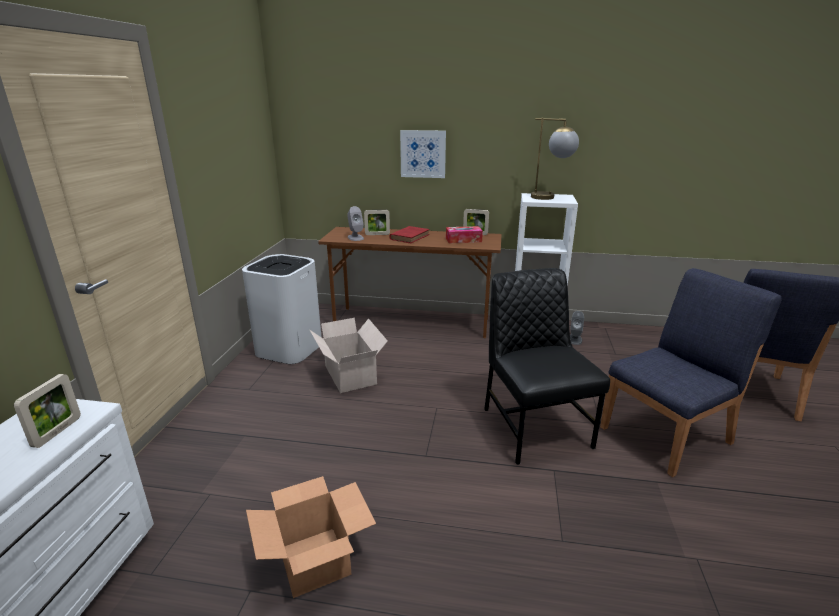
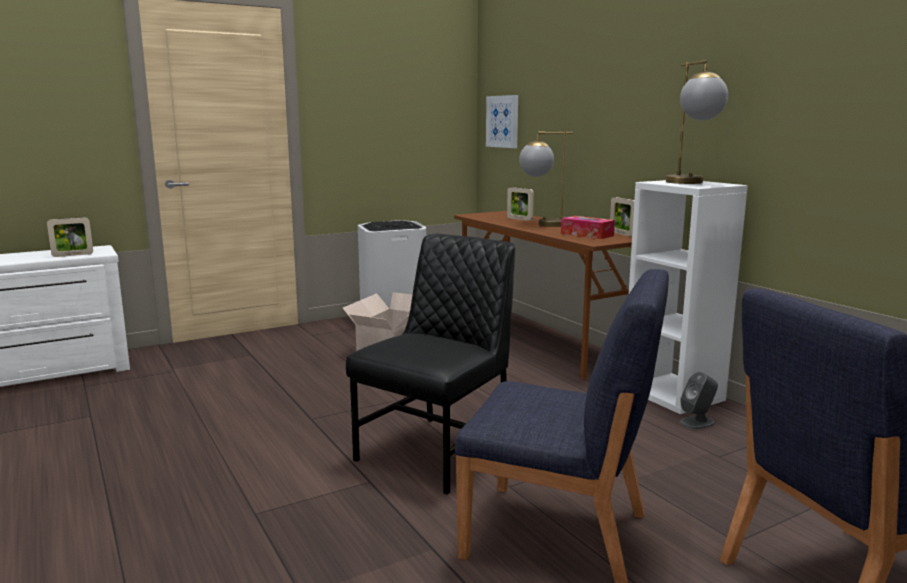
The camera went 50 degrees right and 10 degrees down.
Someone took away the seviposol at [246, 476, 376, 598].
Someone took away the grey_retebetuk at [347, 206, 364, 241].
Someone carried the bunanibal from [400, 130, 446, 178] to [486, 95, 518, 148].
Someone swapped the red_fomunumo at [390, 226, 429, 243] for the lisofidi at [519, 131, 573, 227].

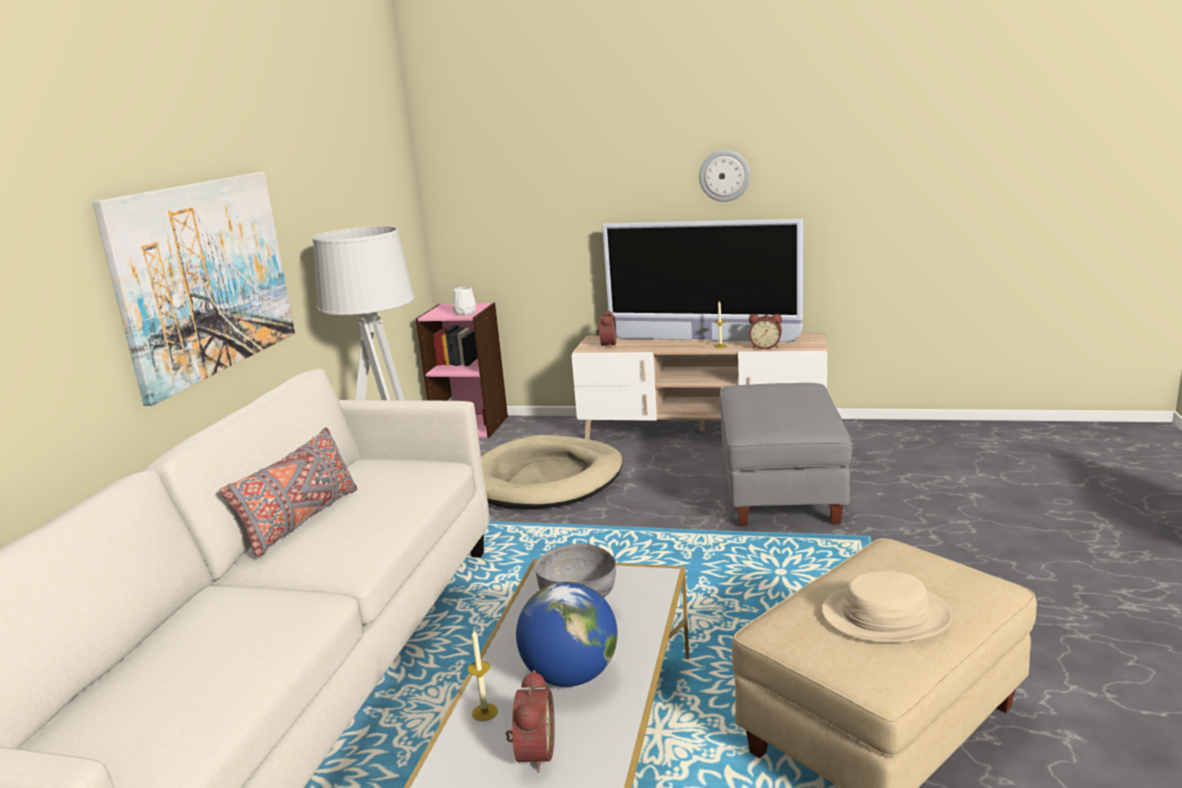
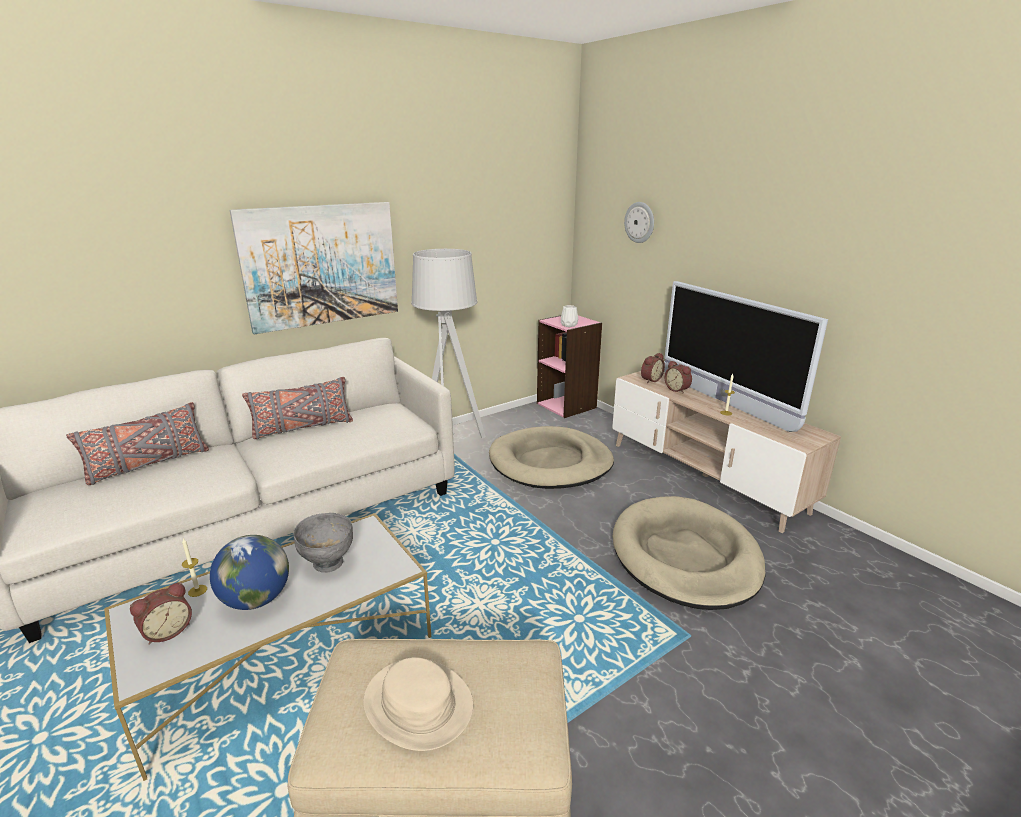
The camera went 40 degrees right and 5 degrees up.
Someone put down the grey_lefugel at [66, 402, 209, 485].
Someone carried the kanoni from [699, 150, 750, 202] to [624, 202, 654, 243].
Someone carried the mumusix from [749, 314, 782, 349] to [665, 361, 692, 394].
Someone swapped the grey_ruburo at [720, 383, 852, 527] for the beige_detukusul at [613, 496, 765, 610].

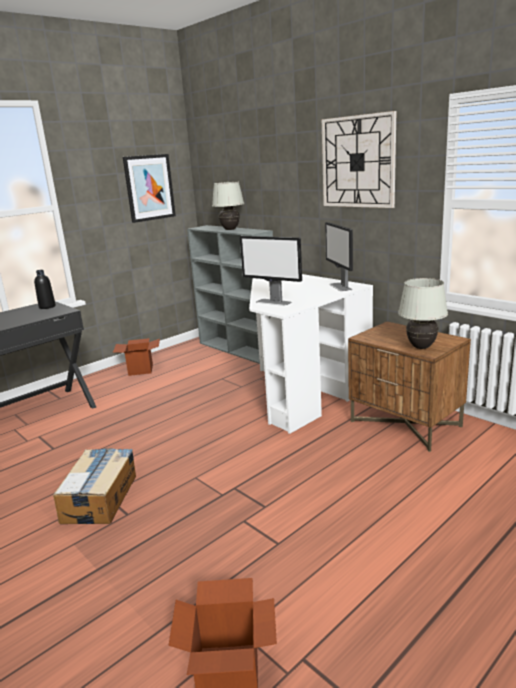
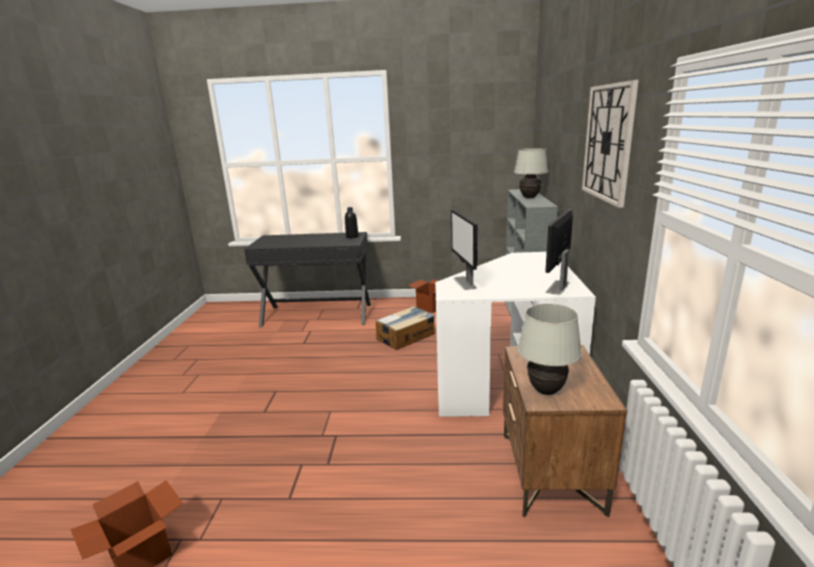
The camera went 45 degrees right and 0 degrees up.
Someone took away the bunanibal at [123, 154, 176, 223].
Someone carried the seviposol from [53, 448, 136, 524] to [376, 306, 435, 350].

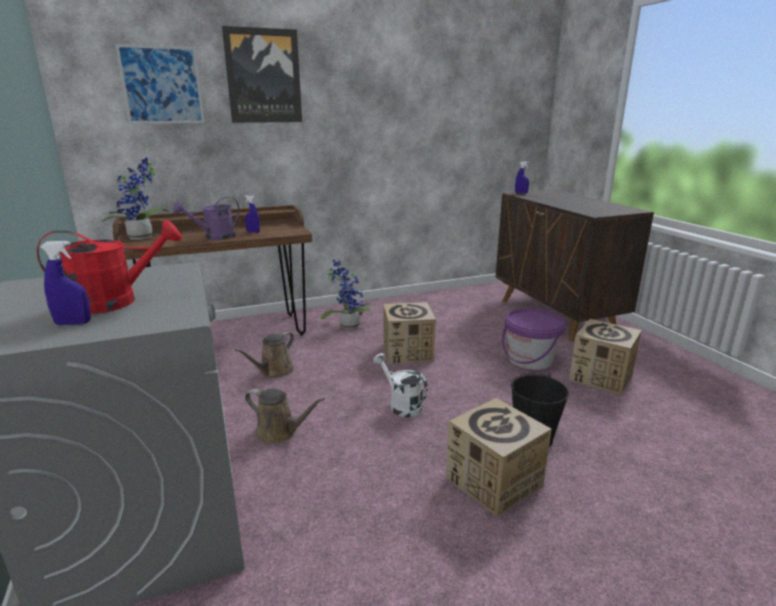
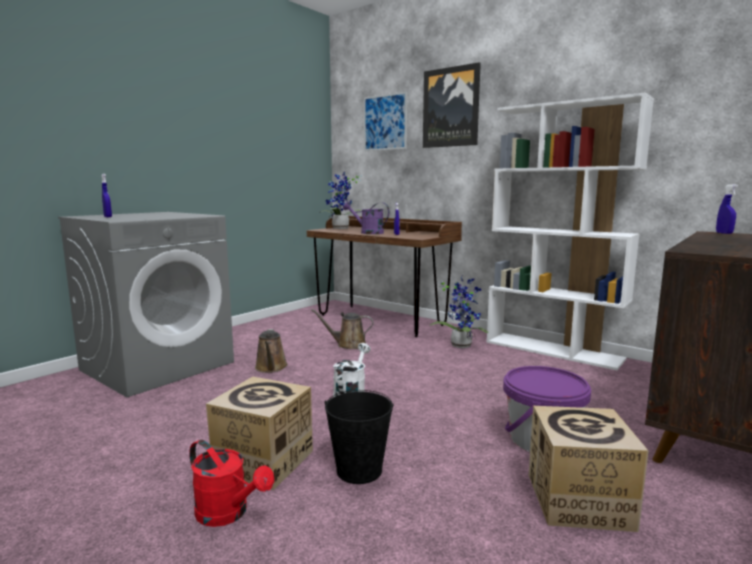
The camera went 60 degrees right and 10 degrees down.
Someone took away the seviposol at [383, 302, 436, 364].
Someone put down the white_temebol at [487, 92, 654, 371].
Someone carried the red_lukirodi from [37, 220, 182, 314] to [189, 440, 274, 527].

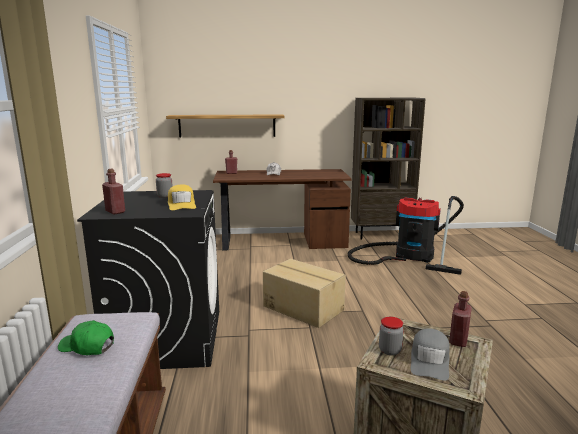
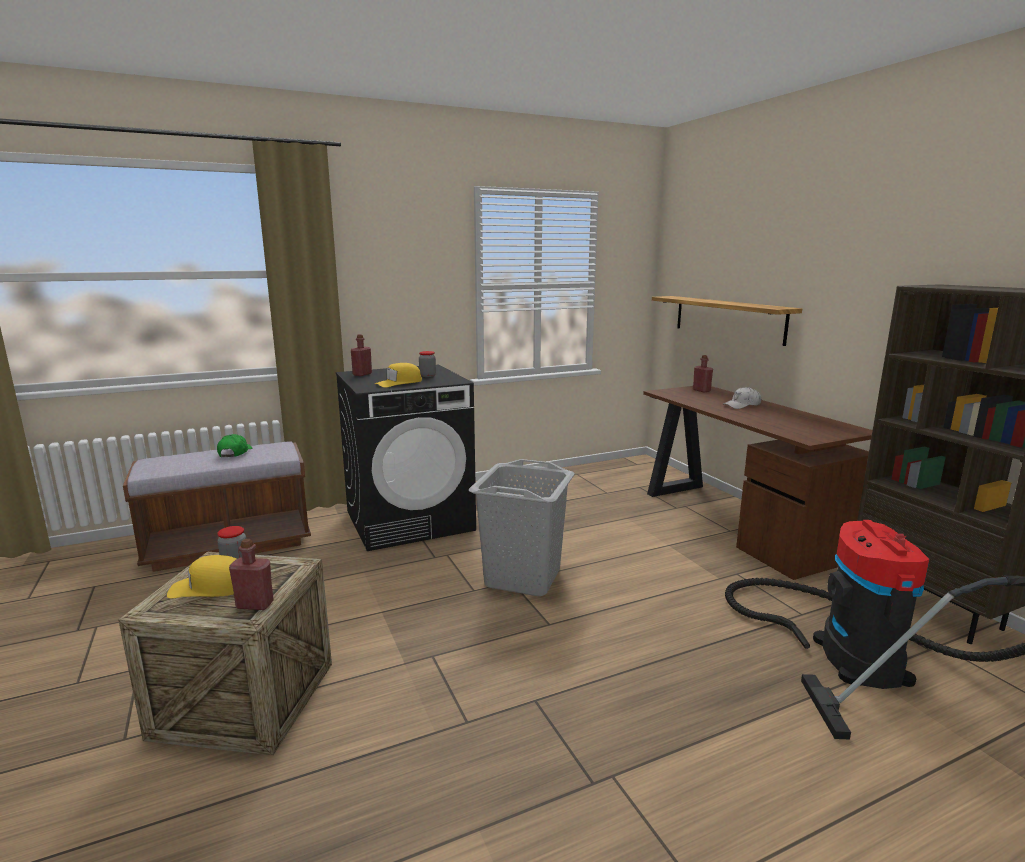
The camera went 70 degrees right and 0 degrees up.
Someone swapped the seviposol at [263, 259, 346, 328] for the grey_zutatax at [469, 459, 575, 596].
Someone repainted the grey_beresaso at [411, 328, 450, 380], which became the yellow_beresaso at [167, 555, 237, 598].

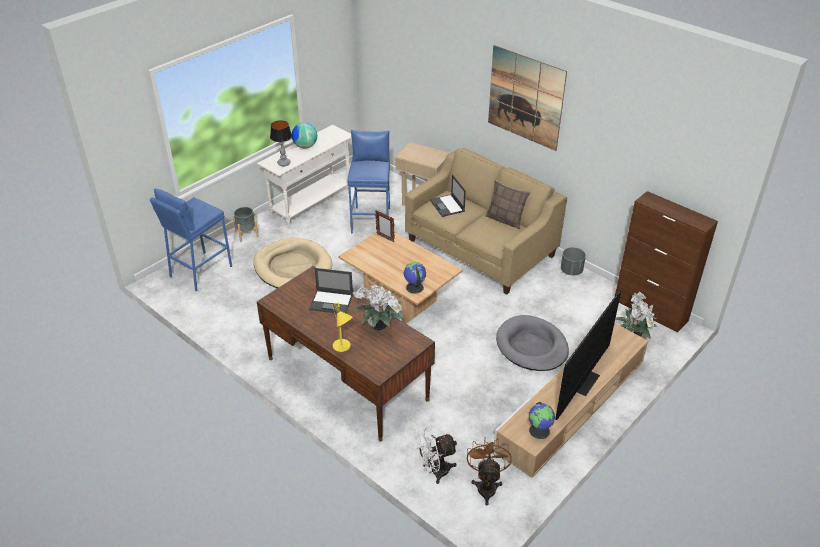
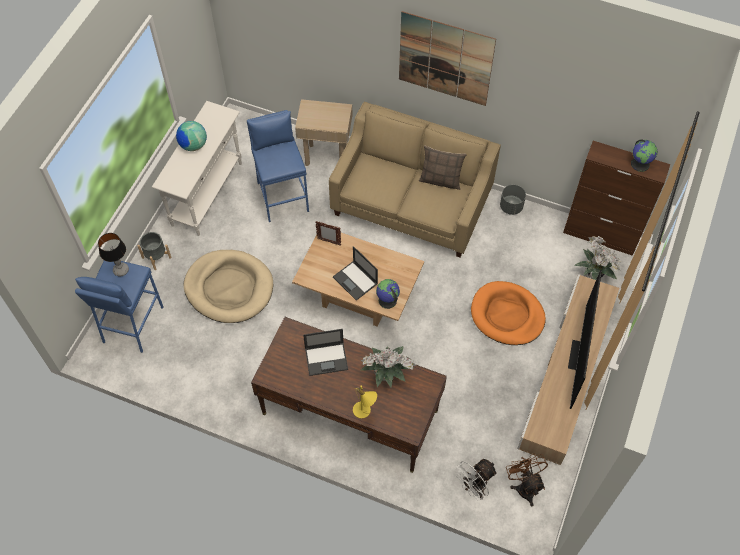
The camera went 20 degrees left and 20 degrees up.
Someone carried the lisofidi from [270, 120, 292, 167] to [98, 233, 129, 277].
Someone carried the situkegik from [430, 175, 466, 217] to [333, 246, 378, 301].
Someone carried the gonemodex from [528, 402, 555, 439] to [631, 139, 658, 172].
Someone repainted the grey_detukusul at [496, 315, 569, 371], which became the orange_detukusul at [471, 281, 546, 345].

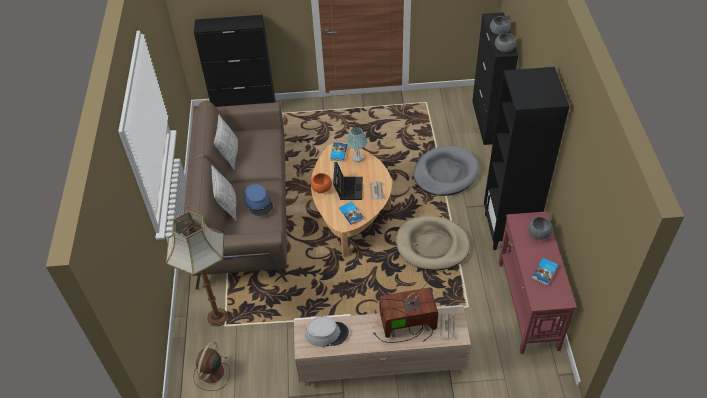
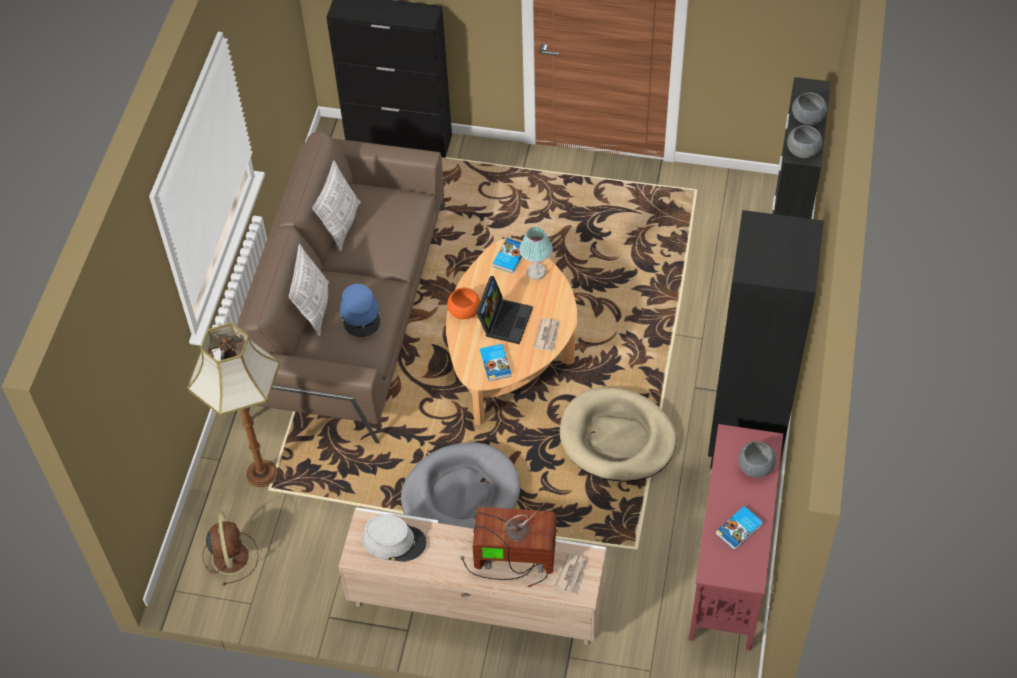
The camera went 15 degrees right and 5 degrees up.
Someone carried the grey_detukusul from [413, 146, 479, 196] to [401, 442, 520, 529].
Someone rotated the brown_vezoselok at [193, 342, 230, 391] by 135 degrees clockwise.

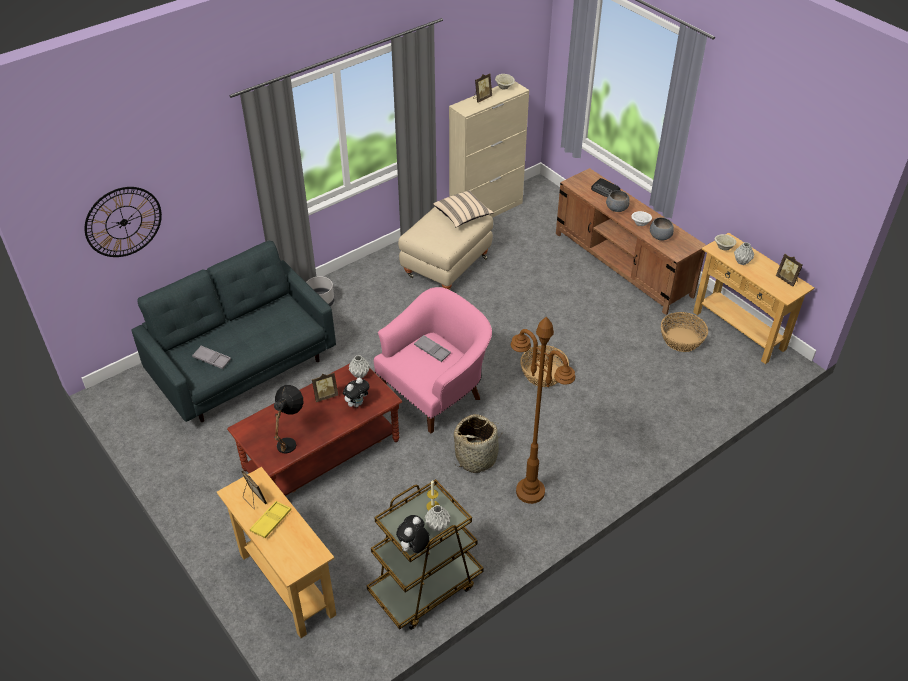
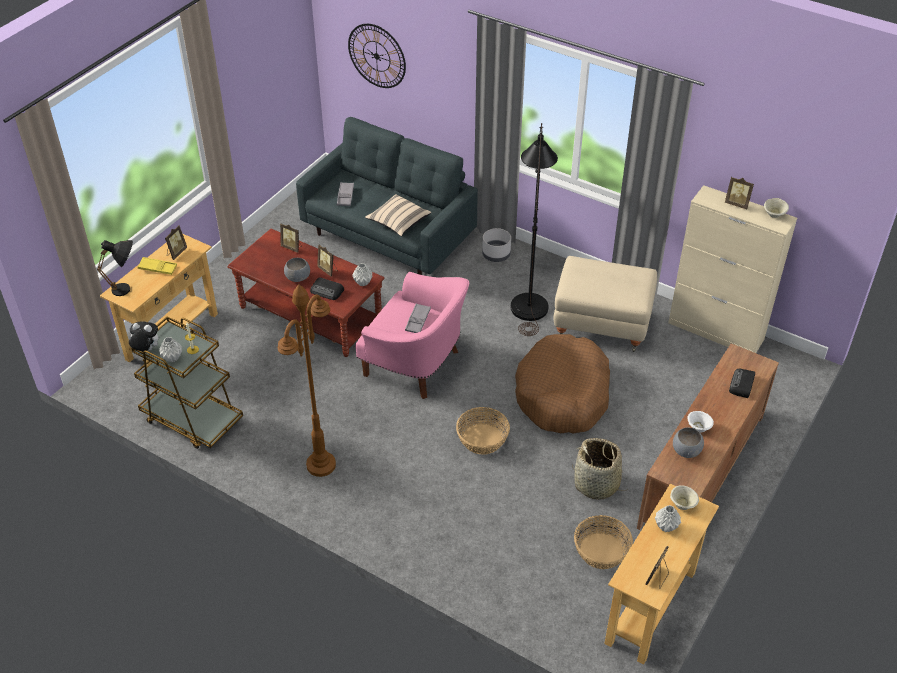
The camera went 70 degrees right and 0 degrees up.
Someone put down the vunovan at [280, 224, 302, 253].
Someone put down the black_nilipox at [511, 123, 558, 336].
Someone put down the brown_detukusul at [515, 334, 610, 434].
Someone carried the black_lisofidi from [274, 385, 303, 453] to [97, 240, 133, 296].
Someone carried the beige_lefugel from [433, 190, 494, 227] to [365, 194, 431, 236].
Someone carried the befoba from [454, 414, 503, 473] to [572, 438, 626, 500].
Someone carried the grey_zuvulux from [606, 191, 630, 212] to [284, 258, 310, 282].
Someone swapped the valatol at [343, 377, 369, 407] for the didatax at [310, 277, 344, 300].

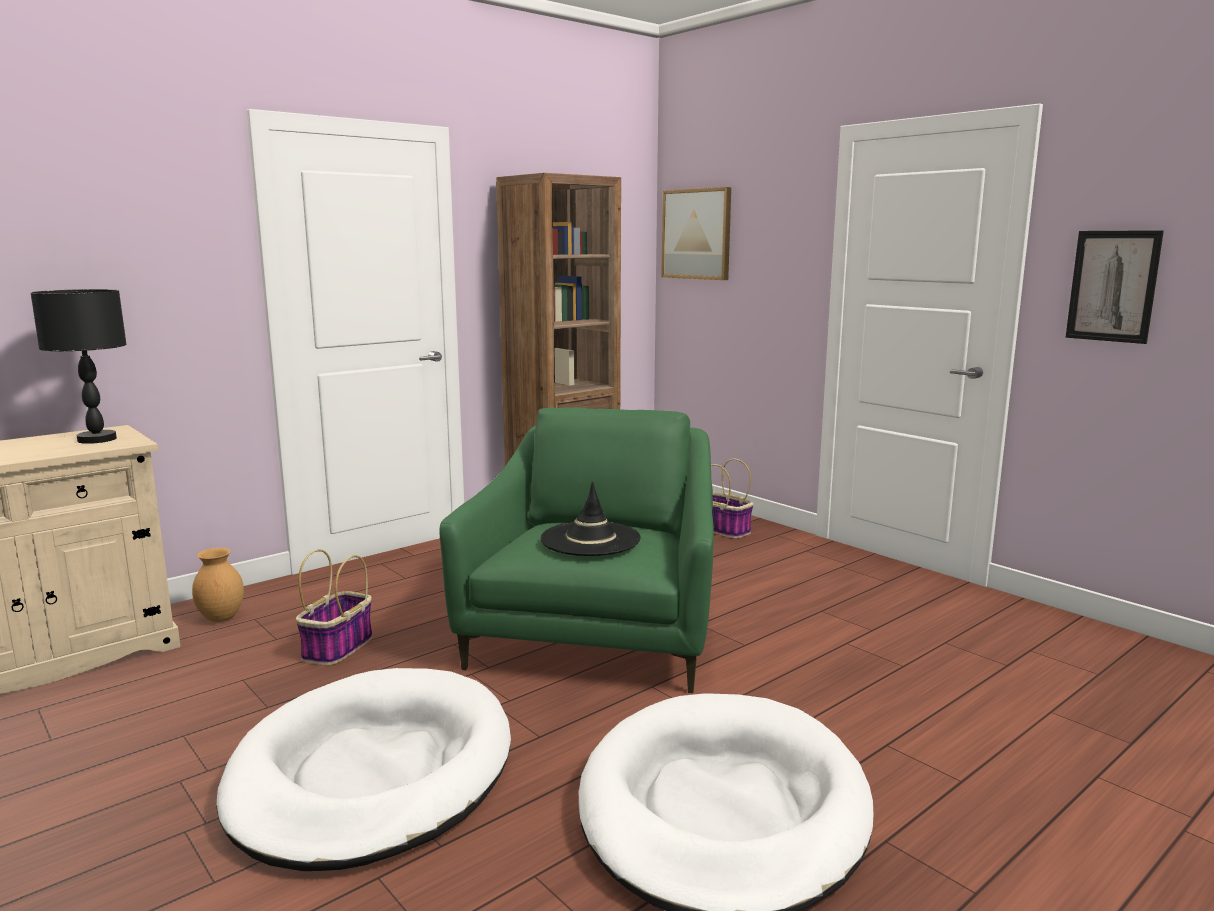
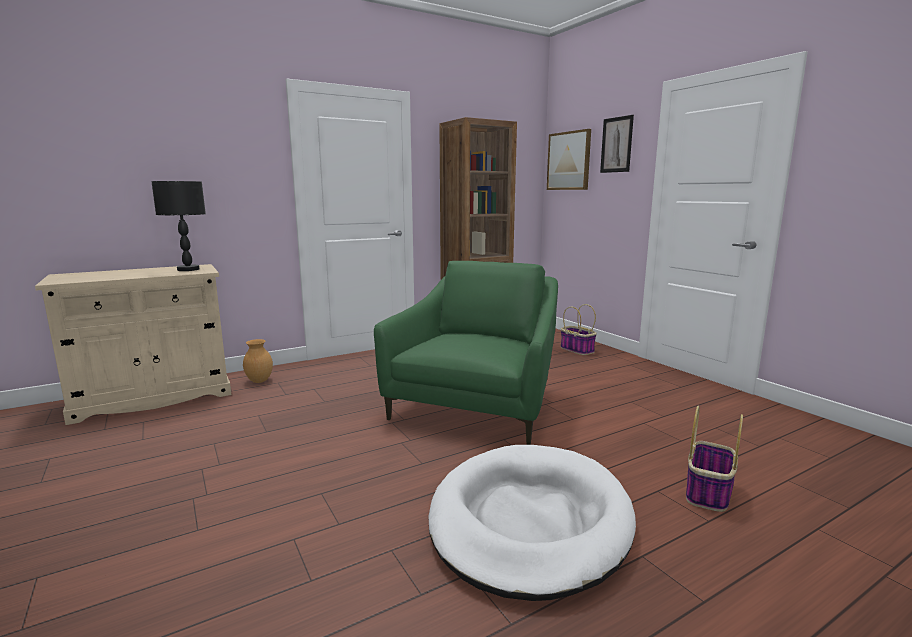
The camera went 10 degrees right and 0 degrees up.
Someone took away the white_detukusul at [216, 668, 511, 871].
Someone took away the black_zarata at [541, 481, 641, 556].
Someone carried the befoba from [296, 549, 372, 665] to [686, 406, 743, 512].
Someone carried the bunanibal from [1065, 230, 1164, 344] to [600, 115, 634, 173].

